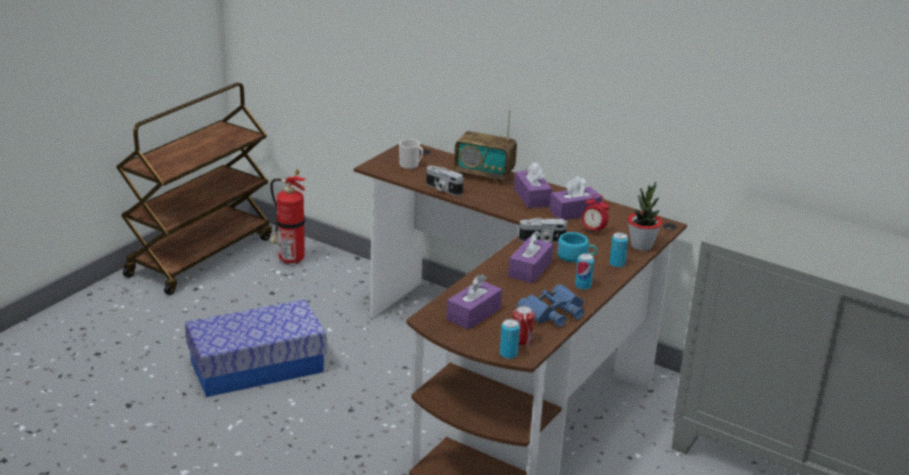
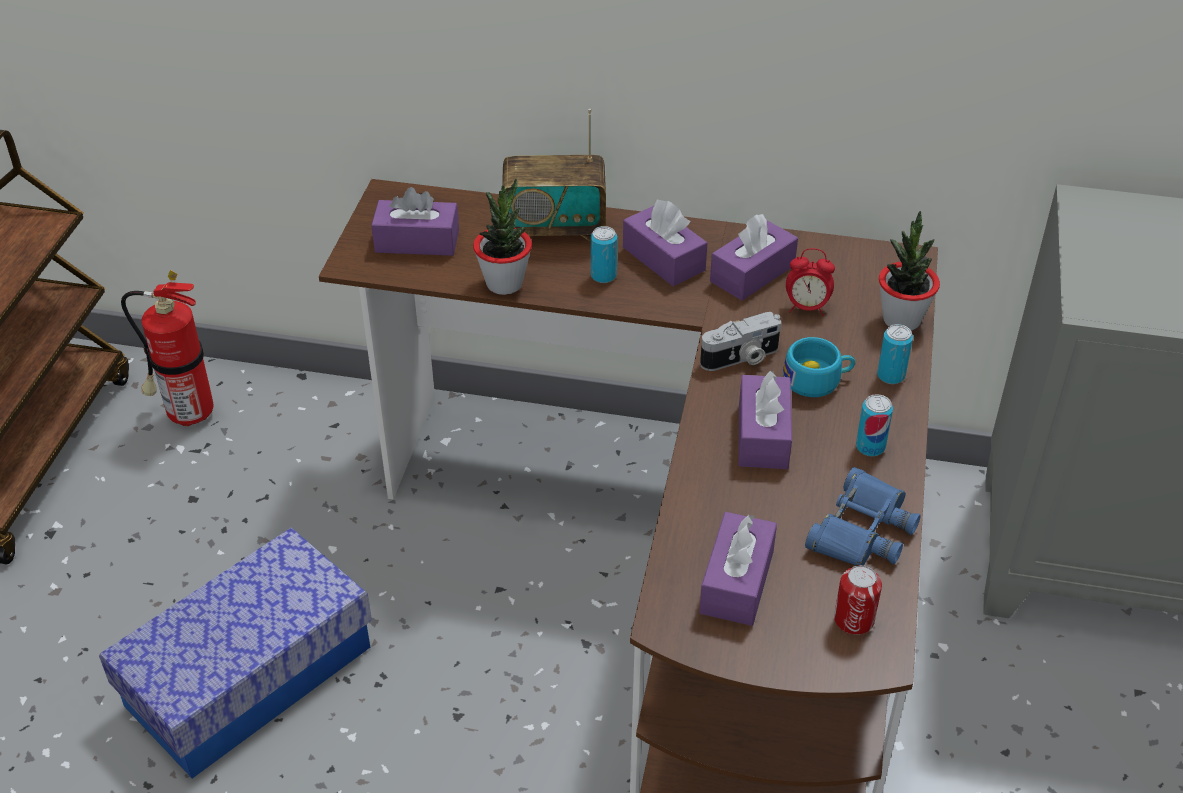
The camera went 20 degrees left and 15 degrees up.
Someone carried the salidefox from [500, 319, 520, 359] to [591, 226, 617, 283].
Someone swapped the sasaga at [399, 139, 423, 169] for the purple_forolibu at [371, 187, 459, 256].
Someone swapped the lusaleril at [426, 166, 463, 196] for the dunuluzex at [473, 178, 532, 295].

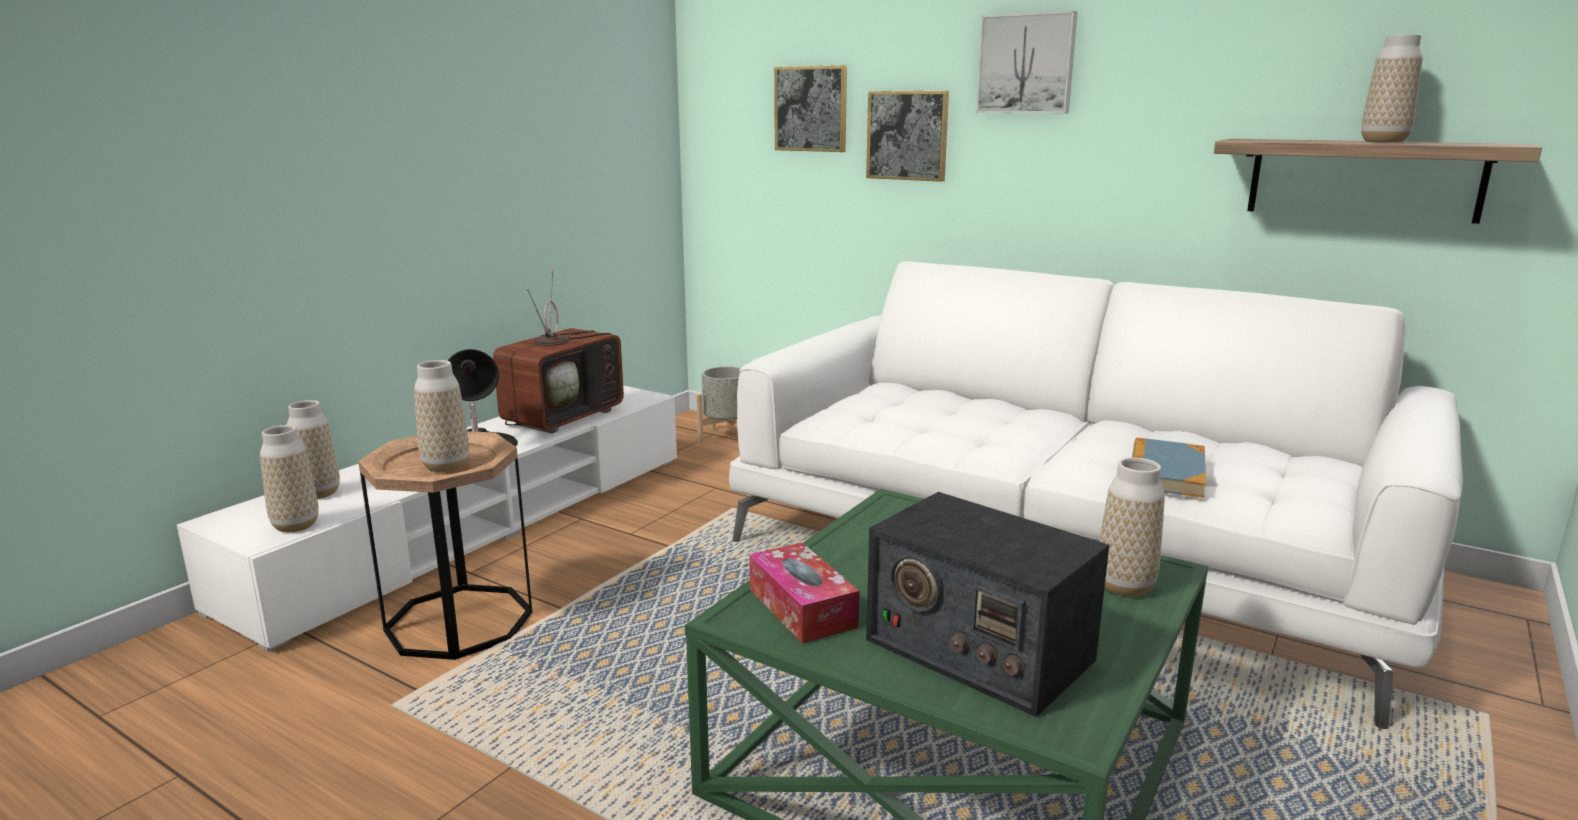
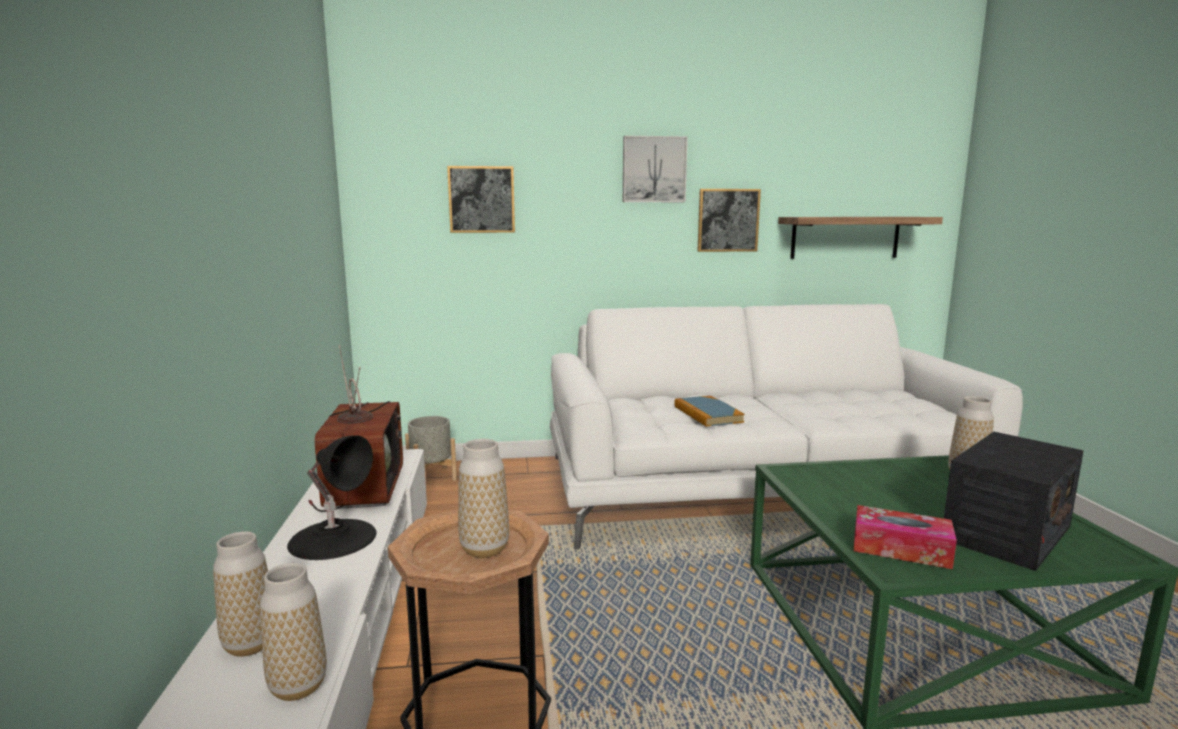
The camera went 40 degrees left and 5 degrees down.
Someone took away the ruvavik at [1361, 34, 1423, 143].
Someone carried the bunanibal from [866, 91, 949, 182] to [698, 189, 761, 252].
Someone carried the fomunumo from [1132, 438, 1206, 498] to [675, 396, 745, 427].
Someone rotated the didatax at [866, 492, 1109, 717] by 45 degrees counterclockwise.

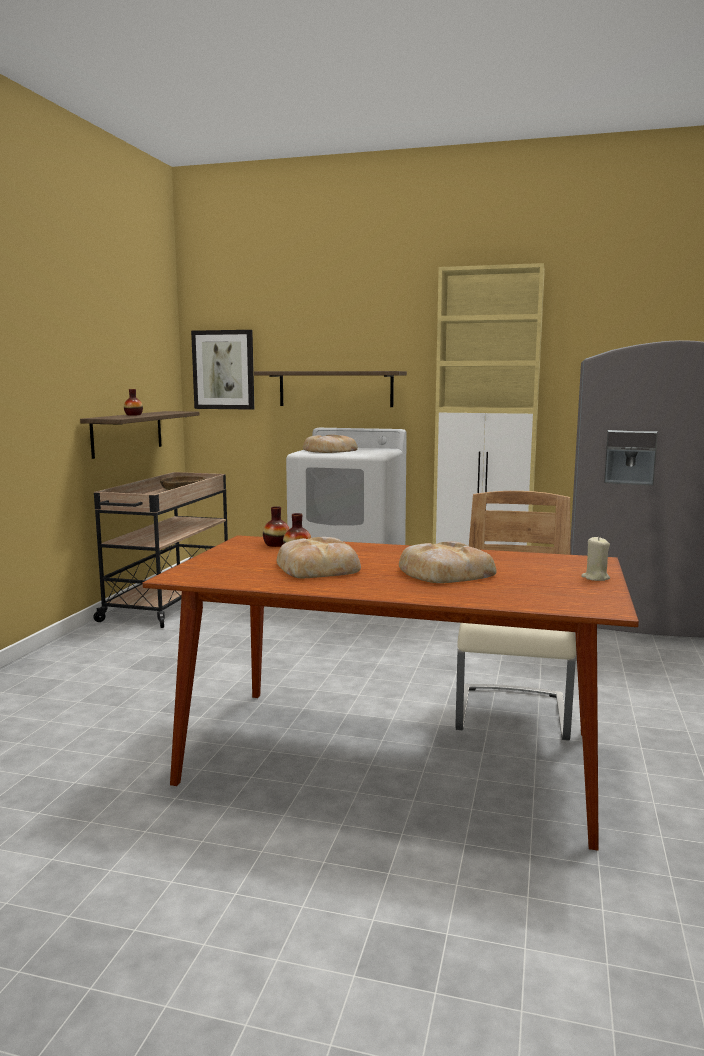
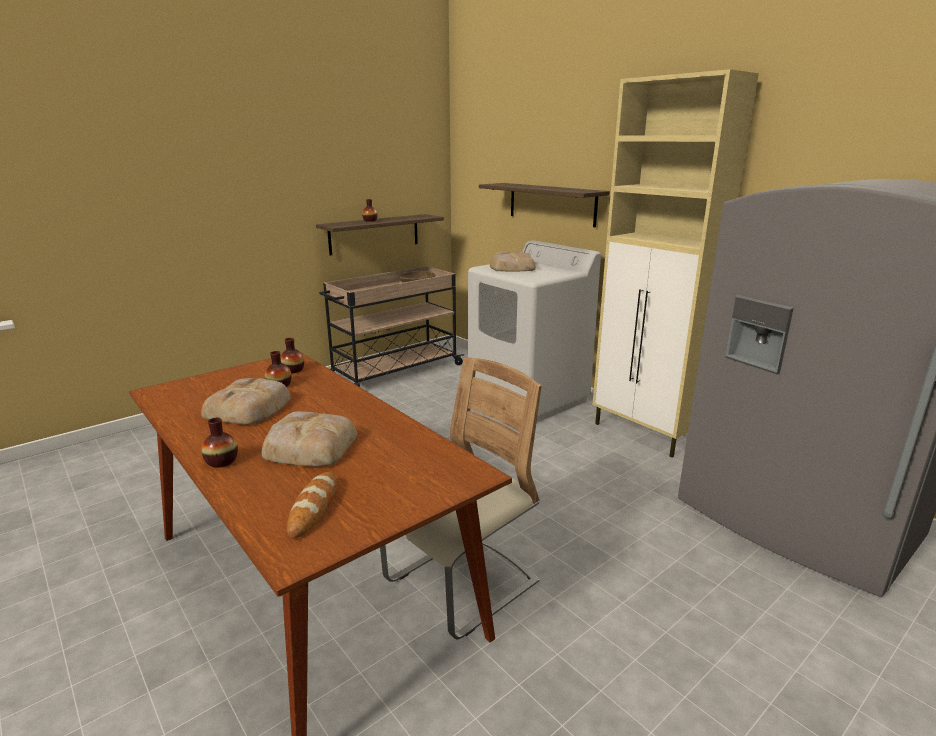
The camera went 35 degrees right and 10 degrees up.
Someone took away the bunanibal at [191, 330, 254, 410].
Someone took away the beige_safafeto at [581, 536, 610, 581].
Someone put down the ruvavik at [201, 418, 238, 468].
Someone put down the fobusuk at [287, 472, 337, 538].

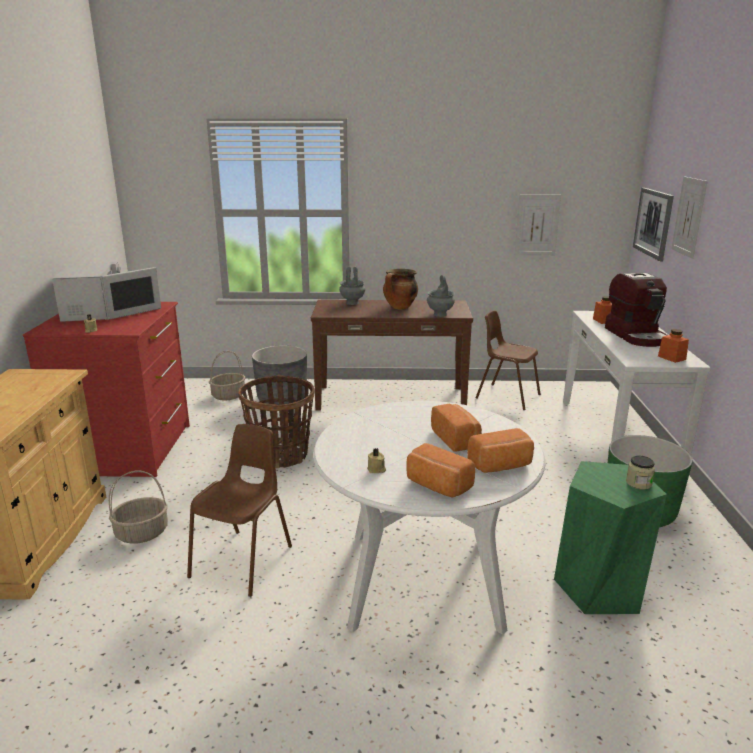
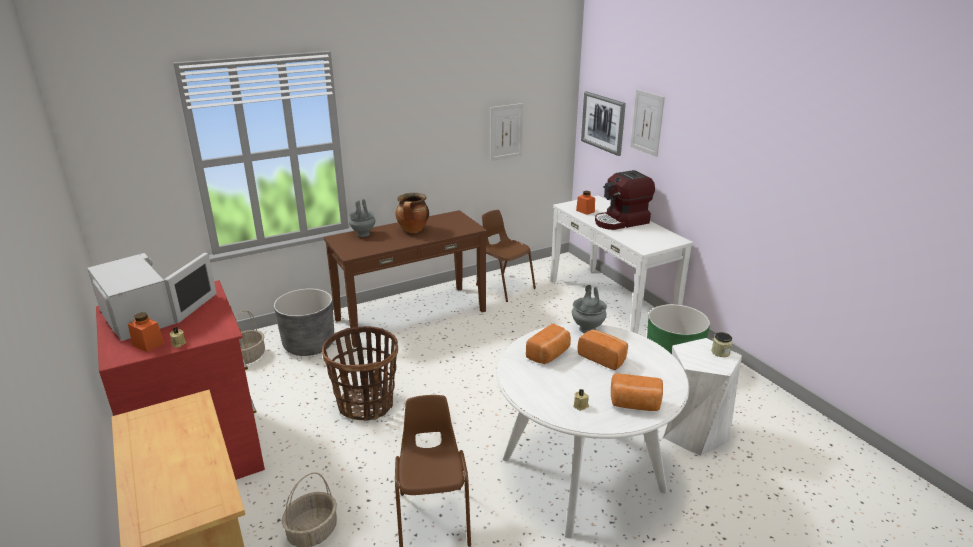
The camera went 30 degrees left and 5 degrees up.
Someone carried the grey_ruvavik from [427, 275, 455, 317] to [572, 285, 607, 333].
Someone carried the fobusuk from [467, 428, 534, 473] to [526, 324, 571, 364].
Someone carried the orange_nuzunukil from [658, 329, 689, 363] to [128, 312, 164, 352].
Someone repainted the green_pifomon at [554, 461, 667, 614], which became the white_pifomon at [663, 338, 742, 456].
Someone rotated the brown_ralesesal at [476, 311, 541, 410] by 45 degrees clockwise.
Someone rotated the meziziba at [605, 272, 667, 347] by 105 degrees clockwise.

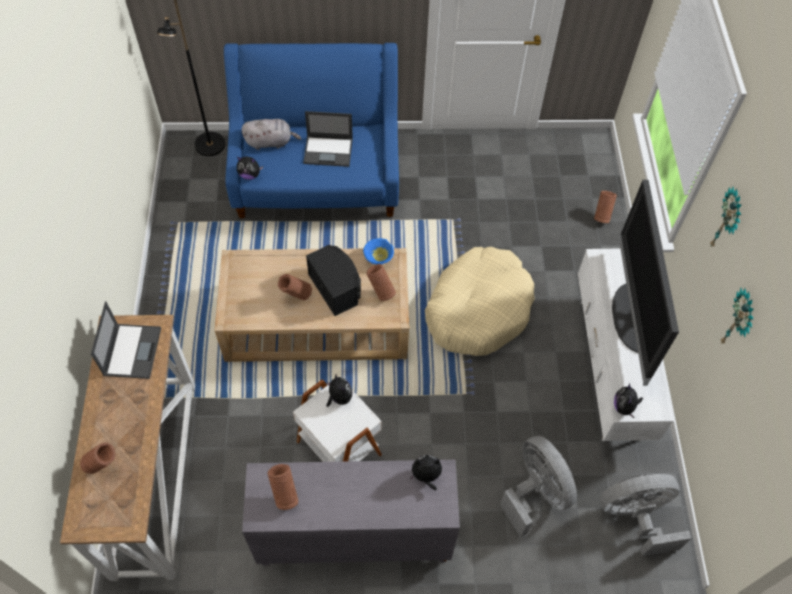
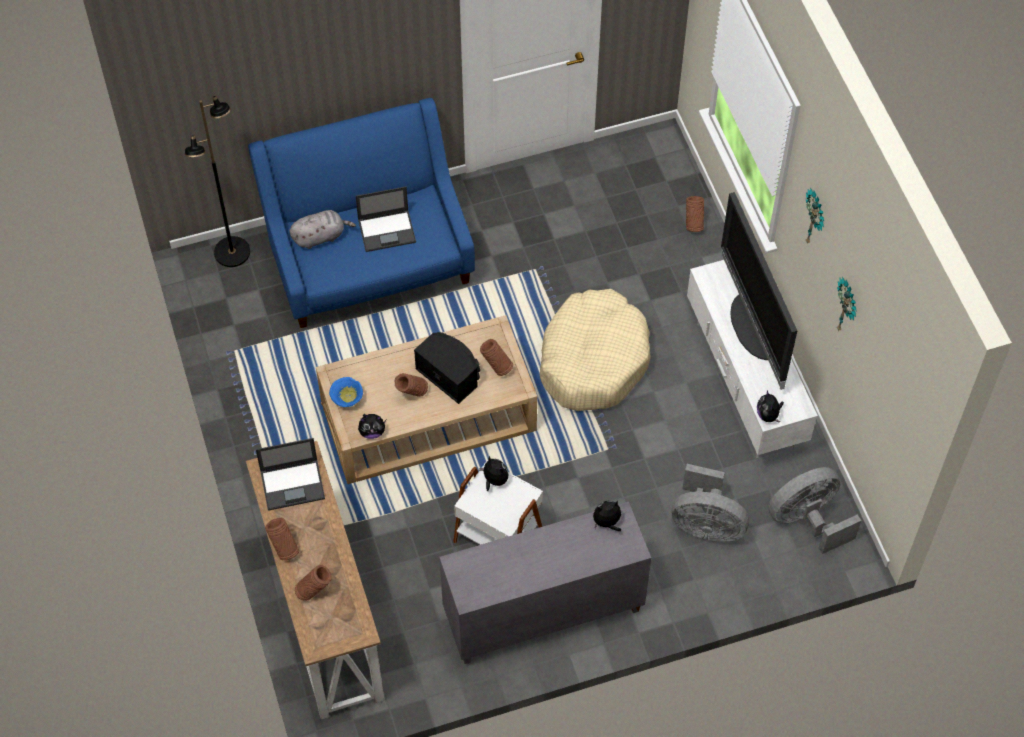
The camera went 15 degrees left and 0 degrees up.
Someone carried the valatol from [237, 157, 263, 180] to [358, 414, 386, 439].
Someone carried the brown_ruvavik from [268, 464, 298, 510] to [265, 518, 299, 560].
Someone carried the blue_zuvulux from [363, 238, 394, 265] to [329, 377, 363, 407].
Someone rotated the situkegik at [91, 301, 161, 379] by 90 degrees clockwise.
Someone rotated the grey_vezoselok at [500, 436, 577, 538] by 150 degrees clockwise.

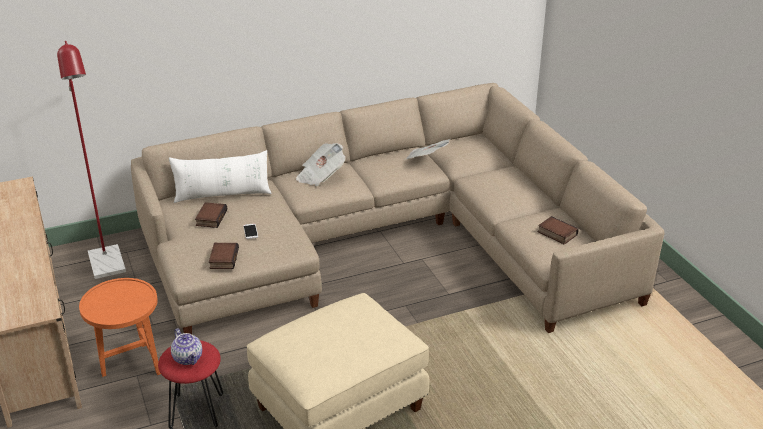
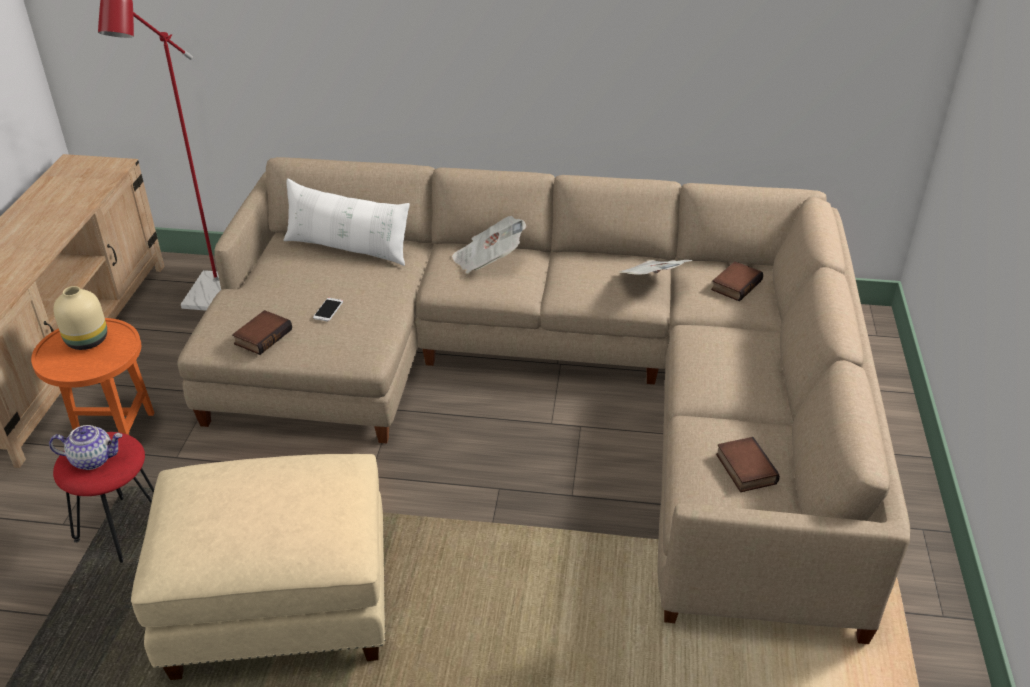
The camera went 30 degrees right and 5 degrees up.
Someone put down the beige_ruvavik at [53, 286, 107, 350].
Someone carried the fomunumo from [195, 202, 227, 228] to [711, 261, 763, 302].
Someone rotated the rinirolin at [171, 329, 202, 365] by 90 degrees counterclockwise.

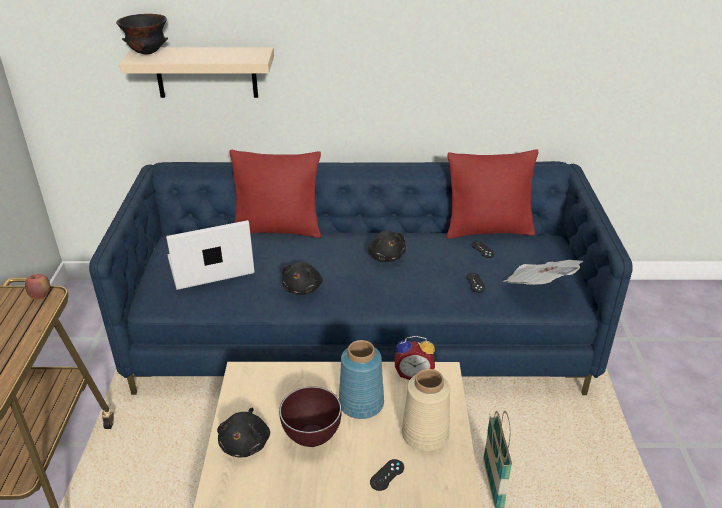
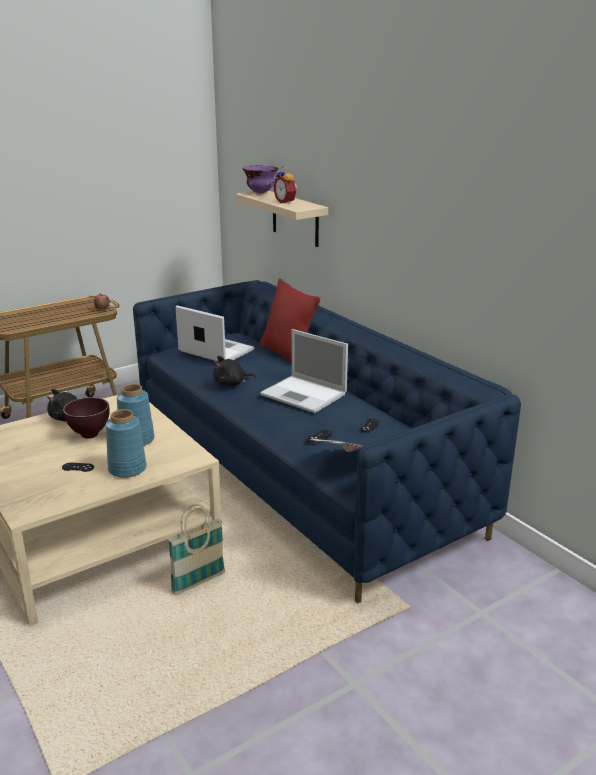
The camera went 55 degrees right and 10 degrees down.
Someone took away the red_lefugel at [446, 149, 538, 239].
Someone carried the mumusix from [395, 336, 435, 380] to [273, 166, 297, 204].
Someone swapped the black_valatol at [368, 231, 406, 262] for the situkegik at [260, 329, 348, 413].
Someone repainted the black_zuvulux at [116, 14, 168, 54], which became the purple_zuvulux at [242, 166, 279, 194].
Someone repainted the beige_ruvavik at [402, 369, 450, 451], which became the blue_ruvavik at [106, 409, 147, 478].

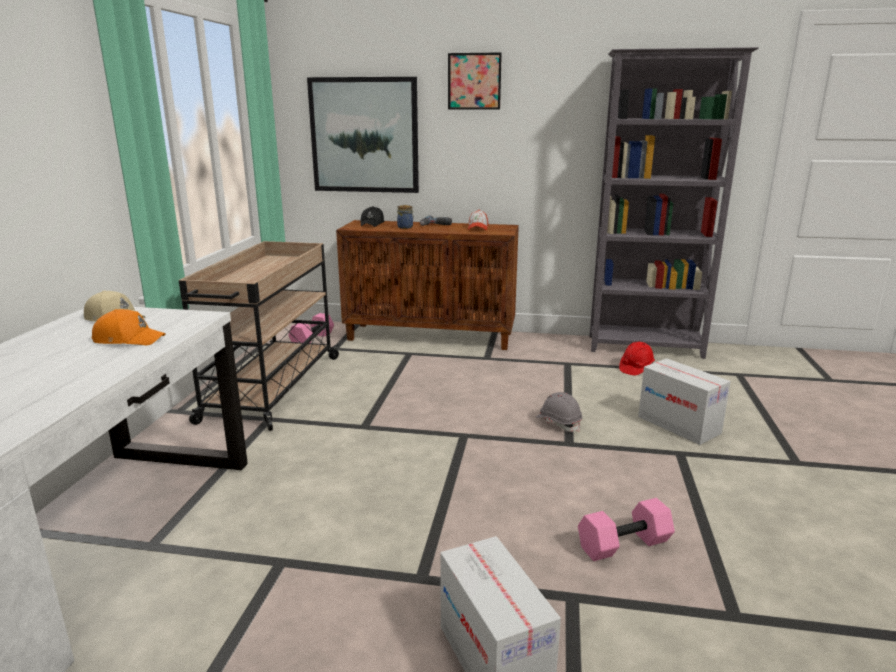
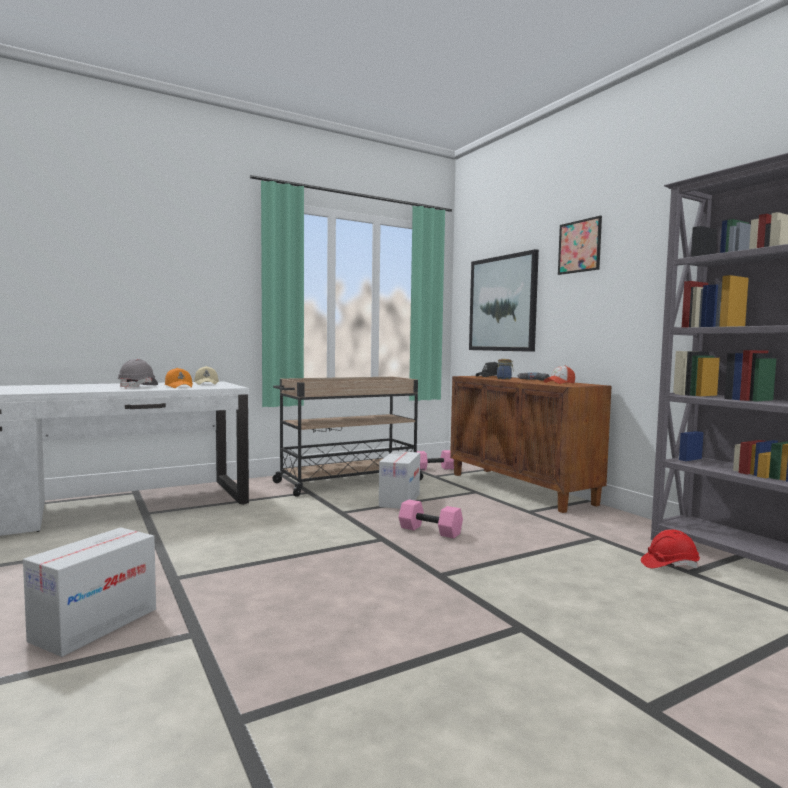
The camera went 50 degrees right and 15 degrees down.
Someone carried the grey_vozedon from [536, 392, 582, 432] to [117, 359, 158, 389].
Someone carried the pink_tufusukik from [578, 498, 675, 561] to [398, 499, 463, 538].
Someone carried the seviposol from [638, 358, 731, 445] to [379, 451, 420, 509].

